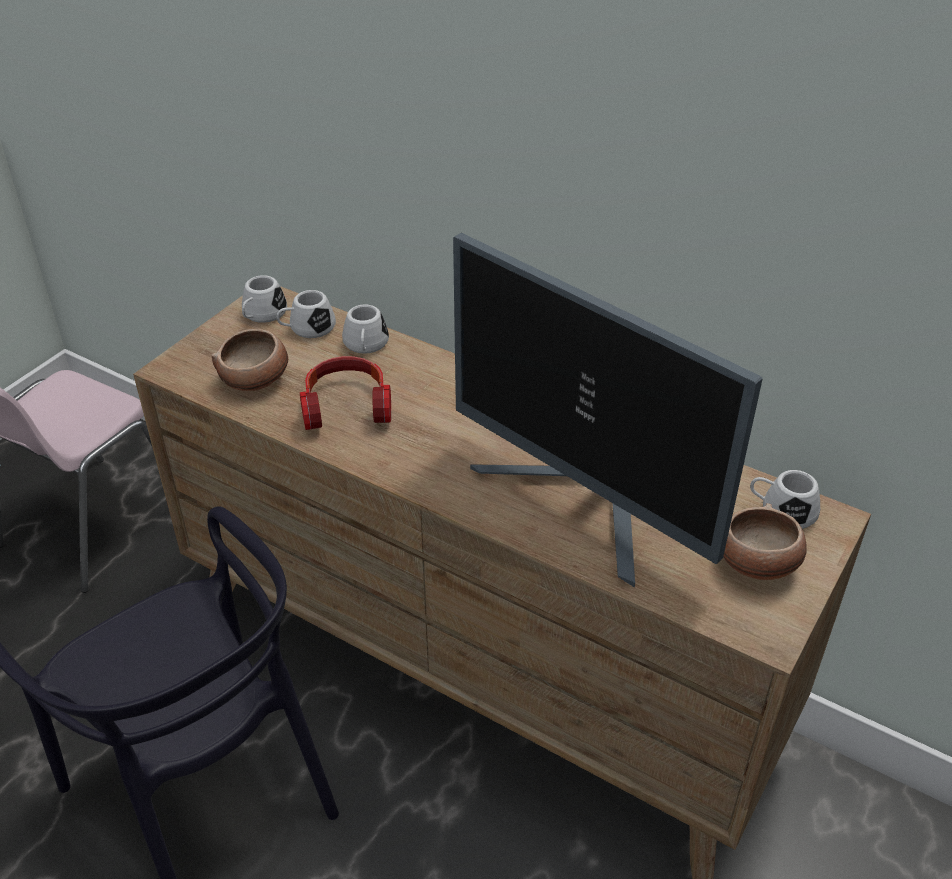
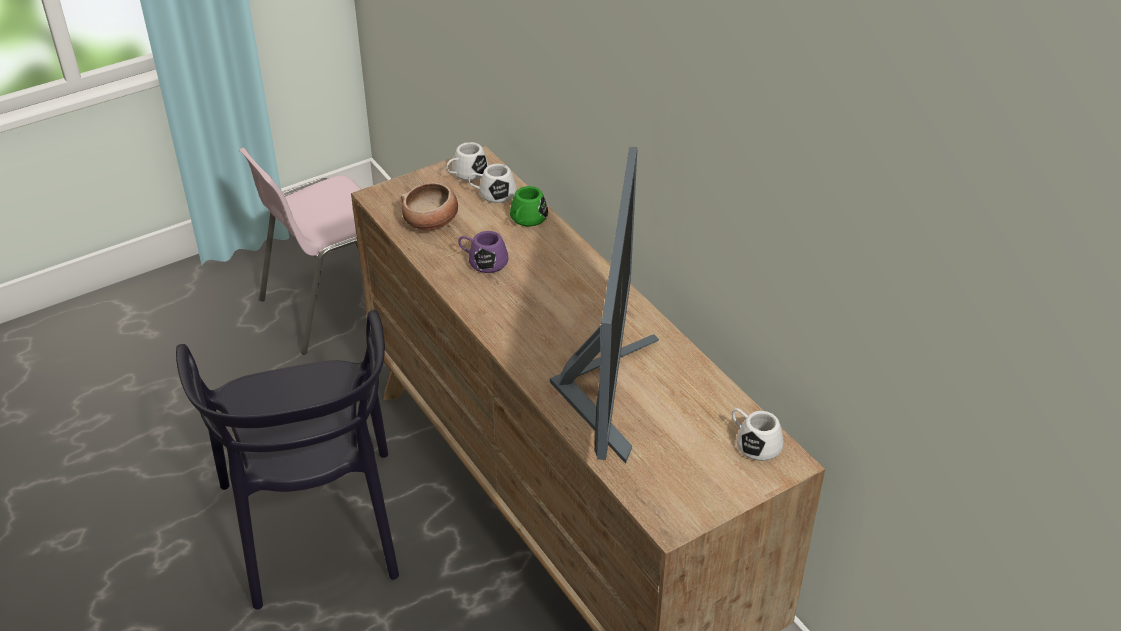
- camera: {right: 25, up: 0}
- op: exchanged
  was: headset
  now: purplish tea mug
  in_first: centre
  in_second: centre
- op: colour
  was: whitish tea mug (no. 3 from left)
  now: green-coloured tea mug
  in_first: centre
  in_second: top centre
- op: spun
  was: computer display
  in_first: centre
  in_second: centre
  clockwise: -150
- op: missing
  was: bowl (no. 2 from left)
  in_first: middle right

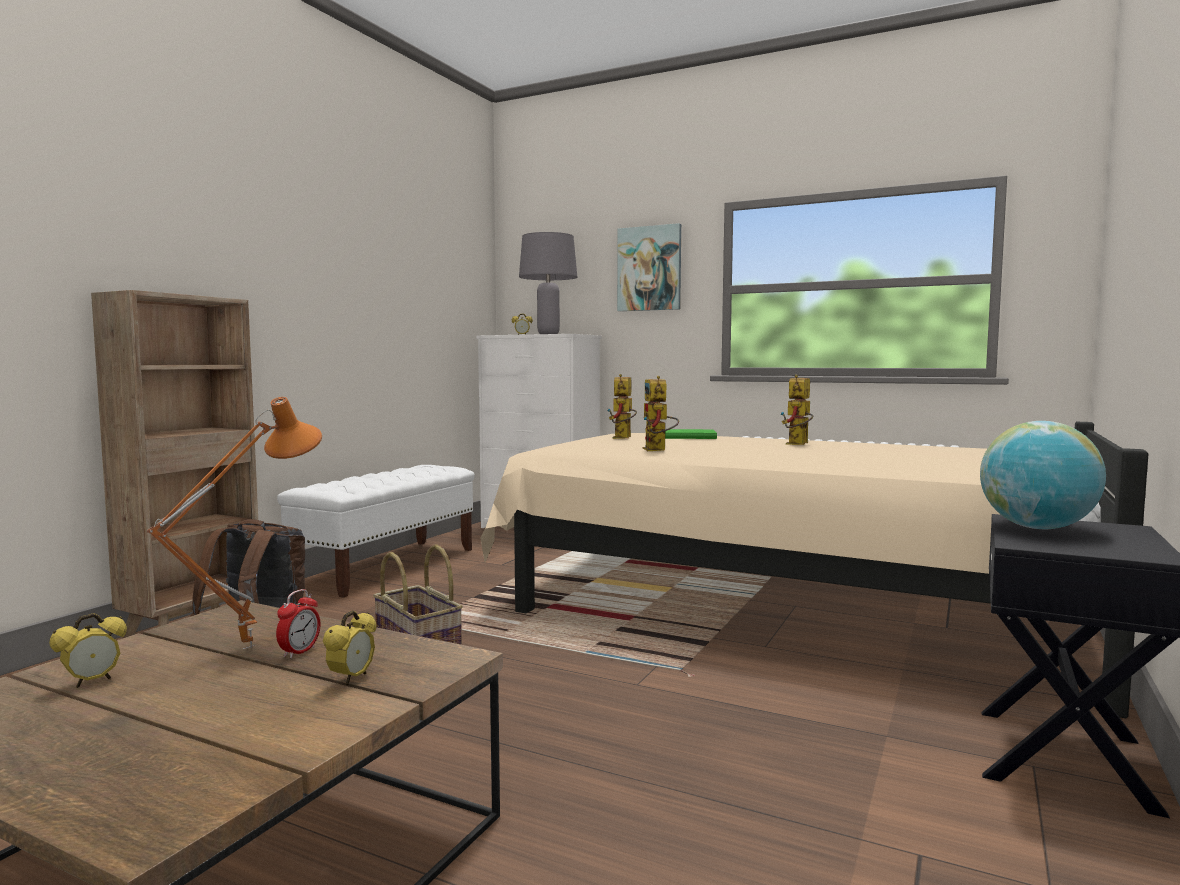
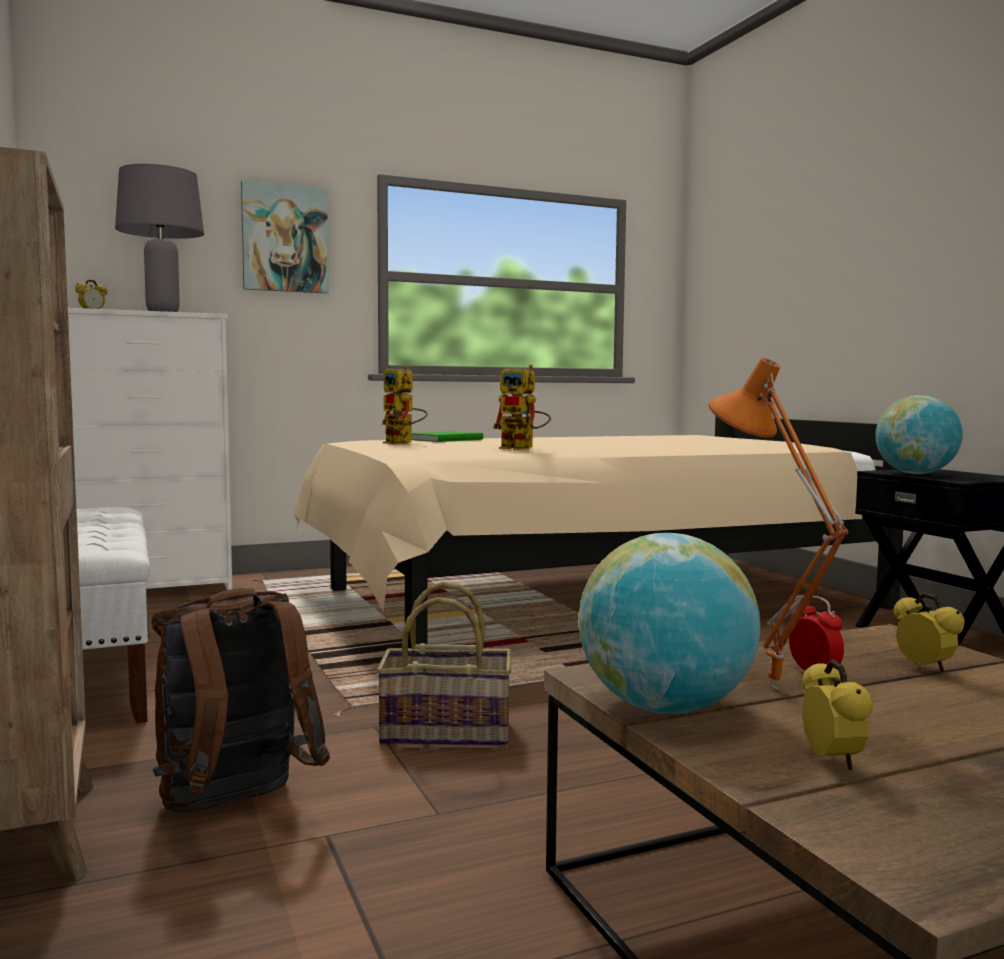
- camera: {right: -50, up: 0}
- op: appeared
  now: desk globe (no. 1 from left)
  in_second: centre
- op: missing
  was: toy robot (no. 3 from left)
  in_first: middle right

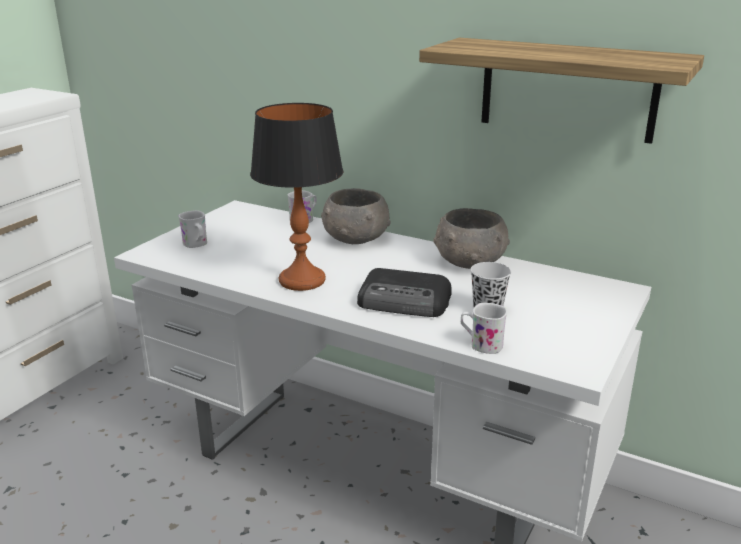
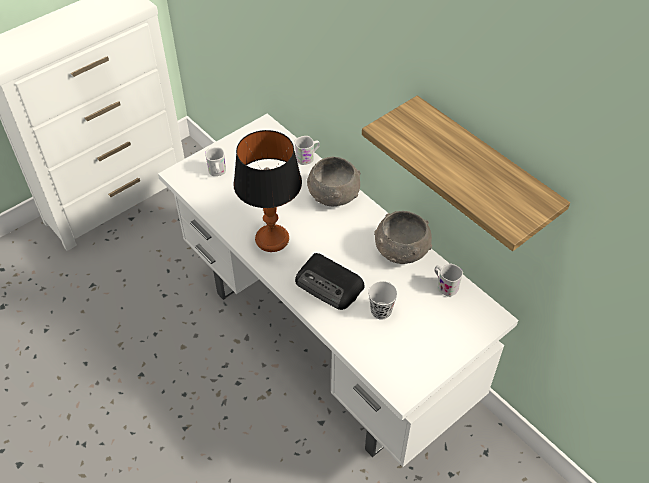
- camera: {right: 20, up: 25}
- op: relocated
  was: whitish tea mug (no. 3 from left)
  in_first: centre
  in_second: middle right

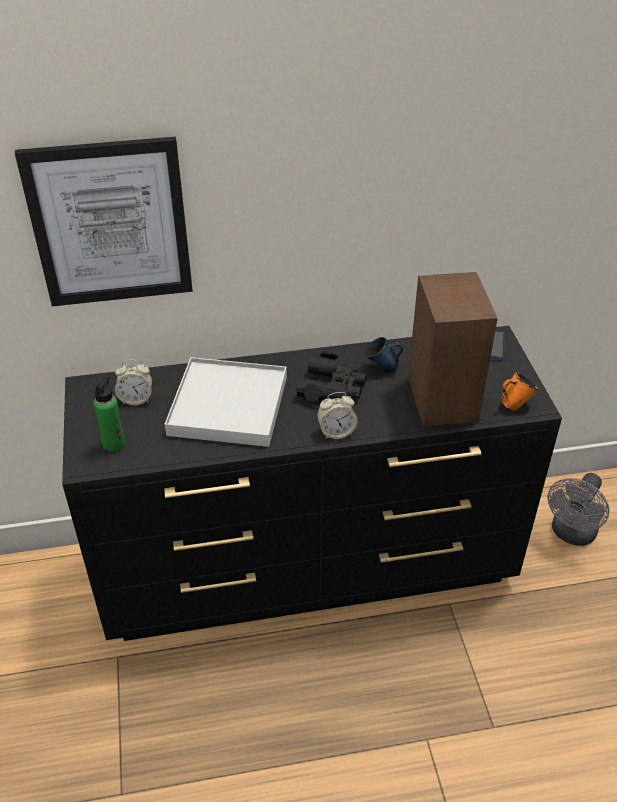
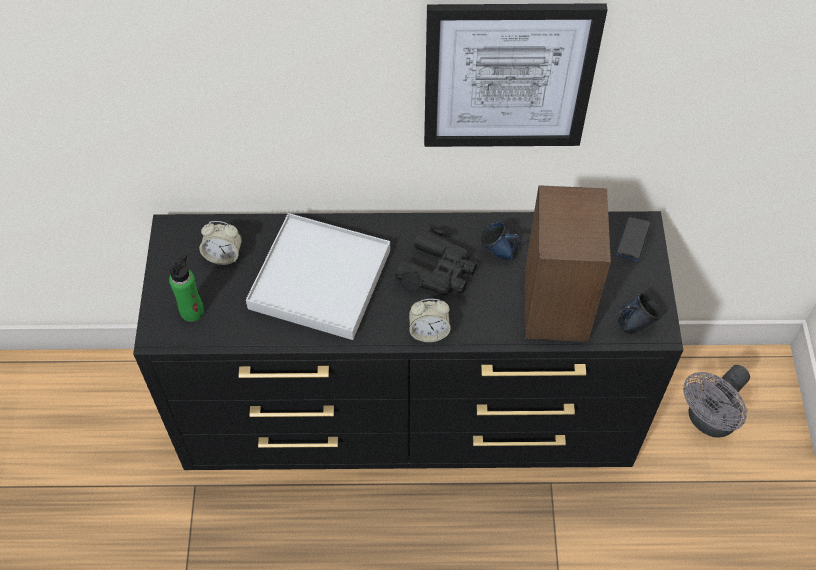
- camera: {right: 10, up: 15}
- op: relocated
  was: picture
  in_first: top left
  in_second: top centre
- op: colour
  was: orange-coloured tea mug
  now: blue-coloured tea mug (no. 2 from left)
  in_first: middle right
  in_second: middle right

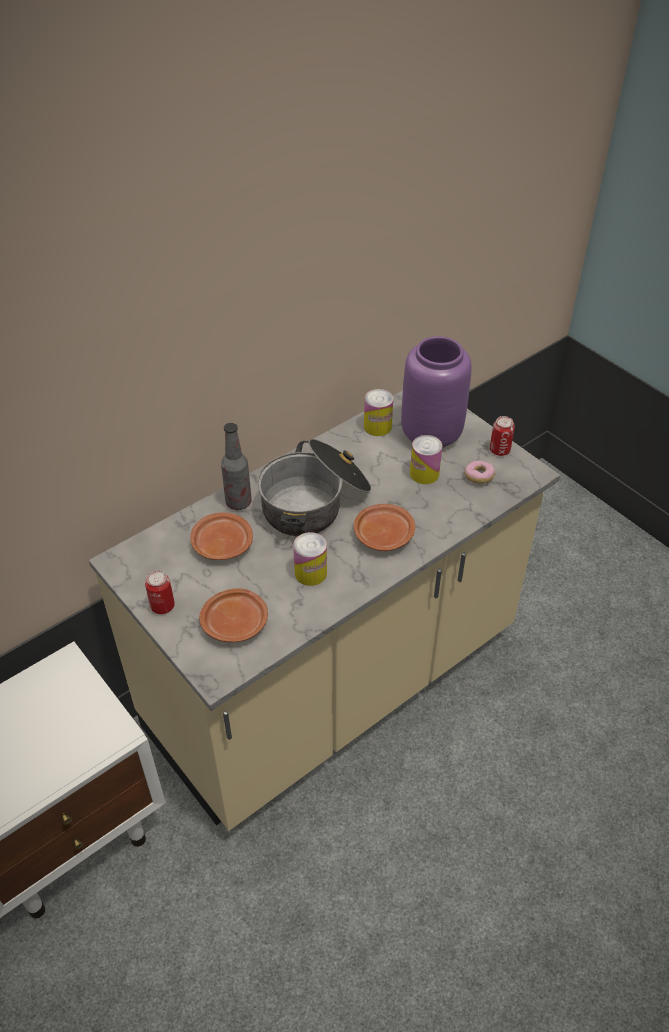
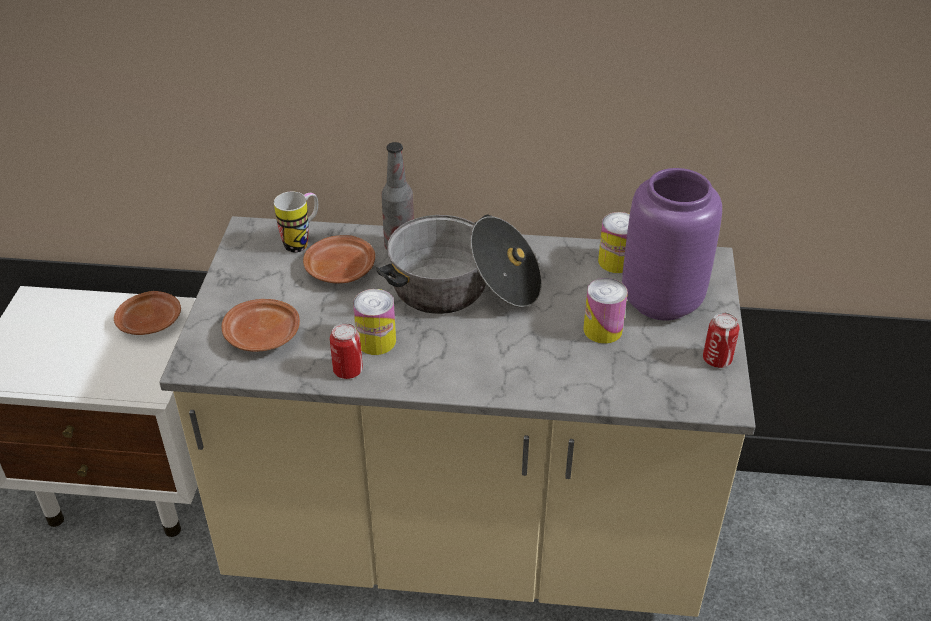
- camera: {right: 45, up: -5}
- op: relocated
  was: brown flat dish (no. 3 from left in the first image)
  now: brown flat dish (no. 1 from left)
  in_first: centre
  in_second: middle left
- op: appeared
  now: tea mug
  in_second: middle left
- op: relocated
  was: metal can (no. 1 from left)
  in_first: middle left
  in_second: centre
- op: missing
  was: ring doughnut
  in_first: middle right

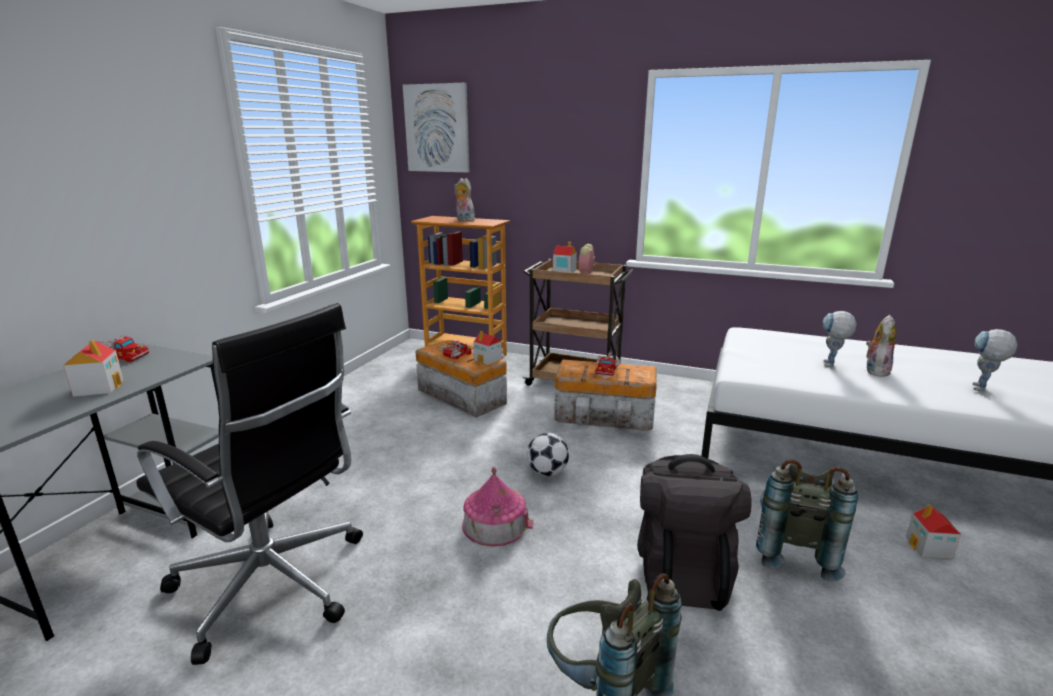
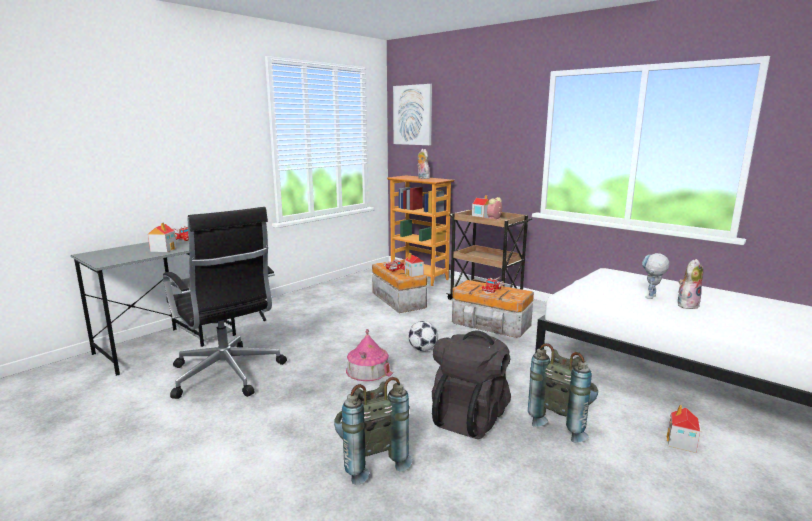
- camera: {right: 20, up: -5}
- op: missing
  was: toy robot (no. 2 from left)
  in_first: middle right

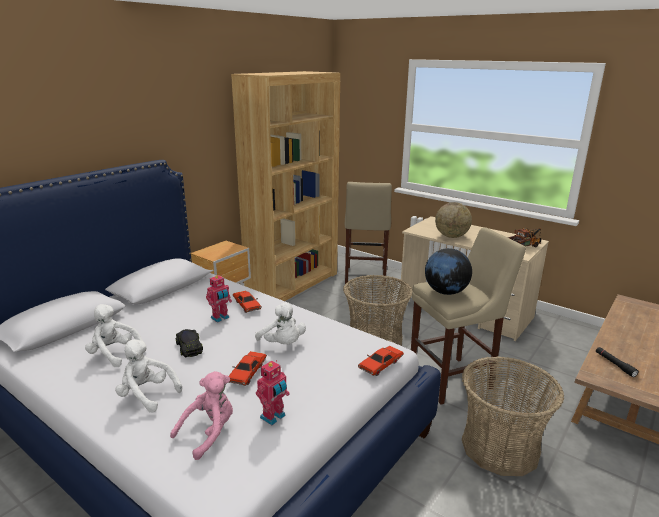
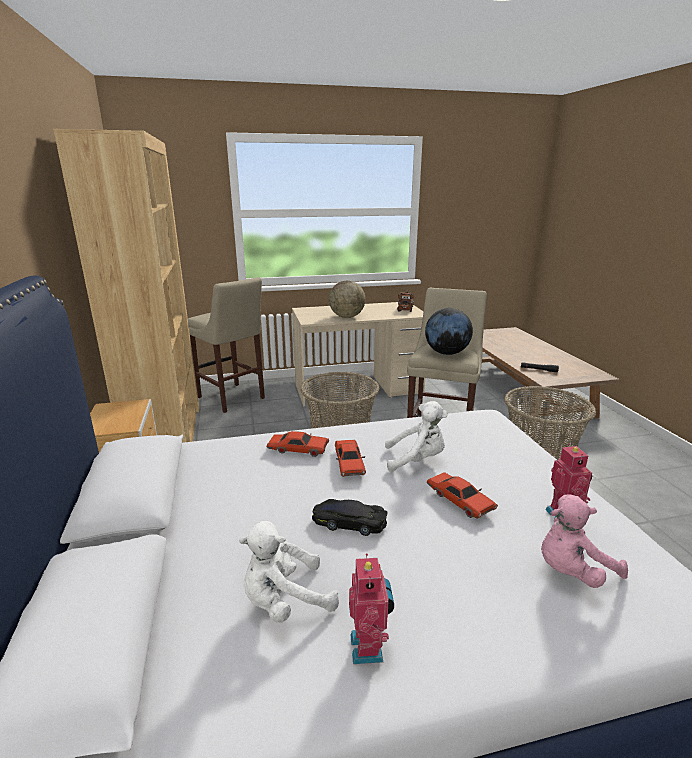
- camera: {right: -50, up: 0}
- op: relocated
  was: red model car (no. 3 from left in the first image)
  now: red model car (no. 2 from left)
  in_first: bottom centre
  in_second: centre
- op: relocated
  was: toy robot (no. 1 from left)
  in_first: middle left
  in_second: bottom centre
- op: spun
  was: pinkish plush toy
  in_first: bottom left
  in_second: bottom right
  clockwise: -105
- op: missing
  was: whitish plush toy (no. 2 from left)
  in_first: bottom left

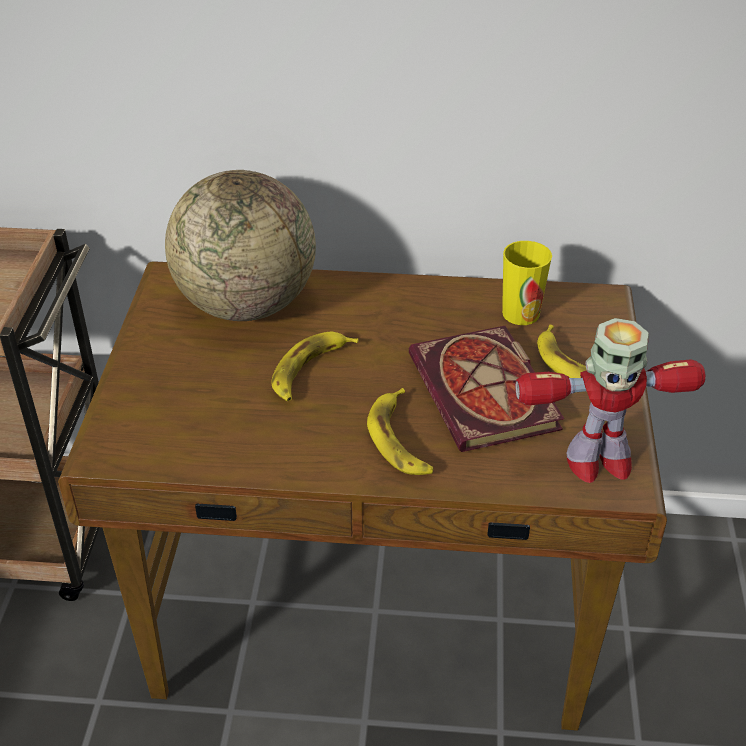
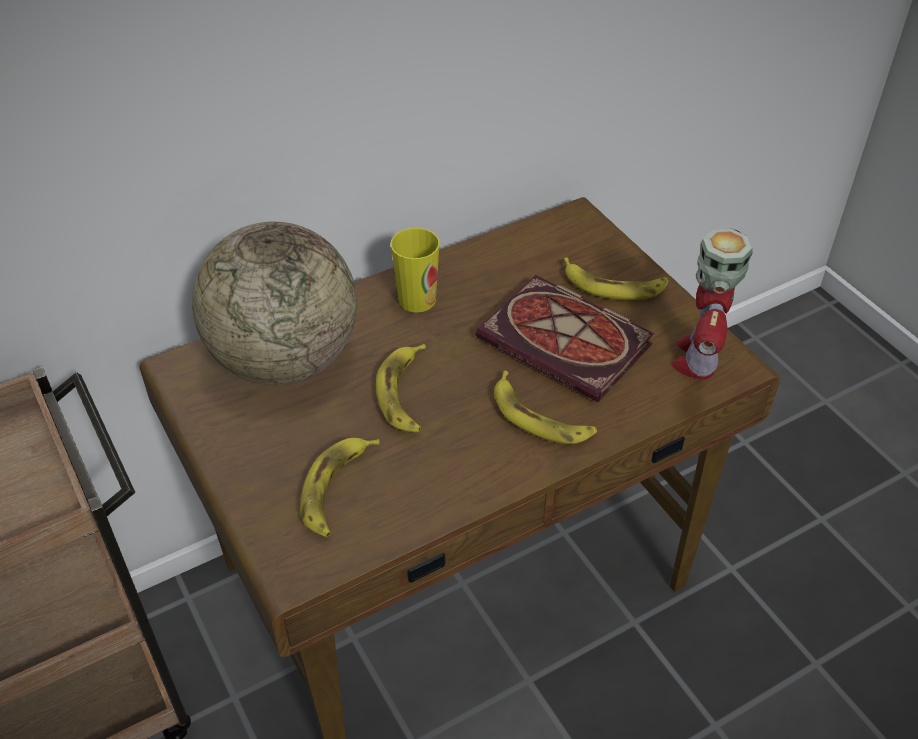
- camera: {right: -35, up: 5}
- op: appeared
  now: banana fruit (no. 1 from left)
  in_second: centre
- op: relocated
  was: cup
  in_first: middle right
  in_second: centre
- op: spun
  was: toy robot
  in_first: middle right
  in_second: middle right
  clockwise: 150

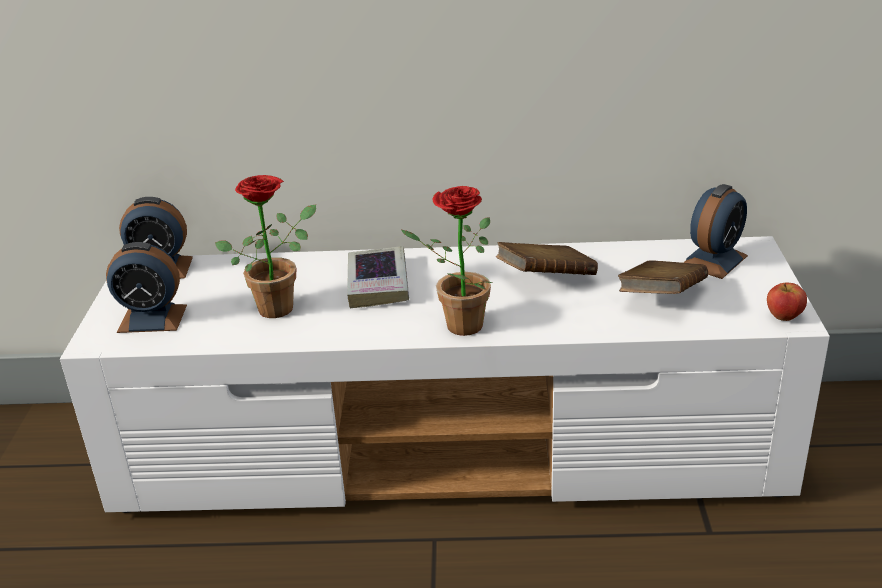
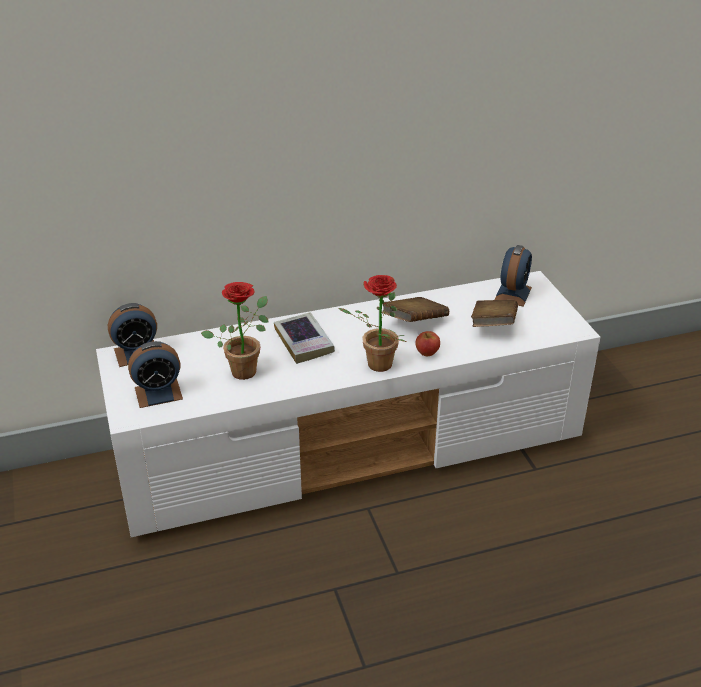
- camera: {right: -20, up: 5}
- op: relocated
  was: whole apple
  in_first: middle right
  in_second: centre

